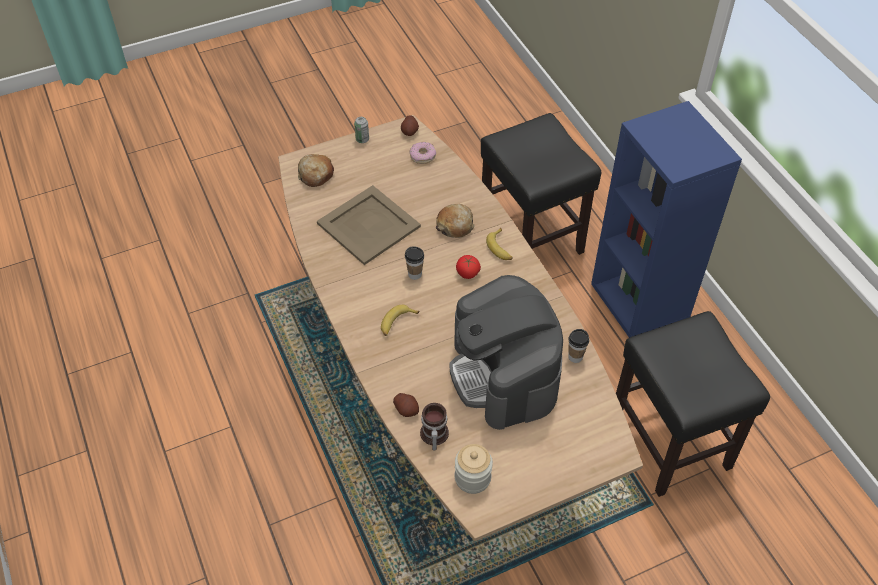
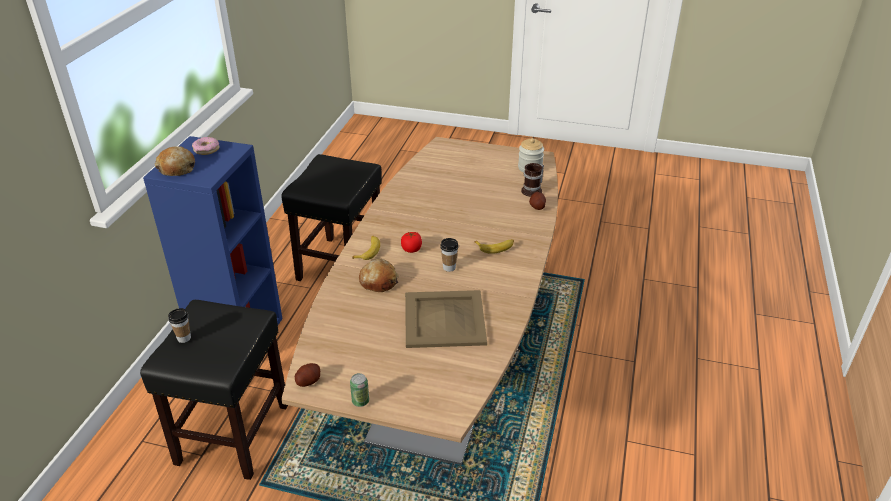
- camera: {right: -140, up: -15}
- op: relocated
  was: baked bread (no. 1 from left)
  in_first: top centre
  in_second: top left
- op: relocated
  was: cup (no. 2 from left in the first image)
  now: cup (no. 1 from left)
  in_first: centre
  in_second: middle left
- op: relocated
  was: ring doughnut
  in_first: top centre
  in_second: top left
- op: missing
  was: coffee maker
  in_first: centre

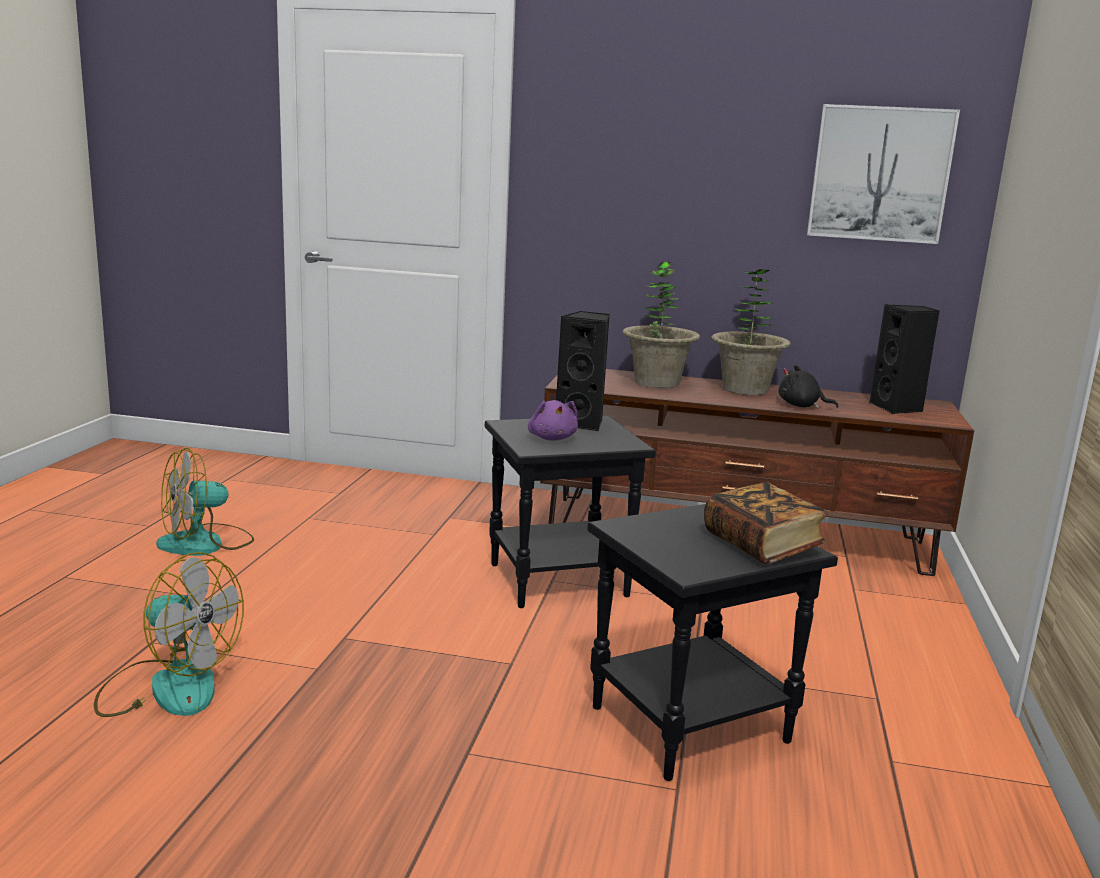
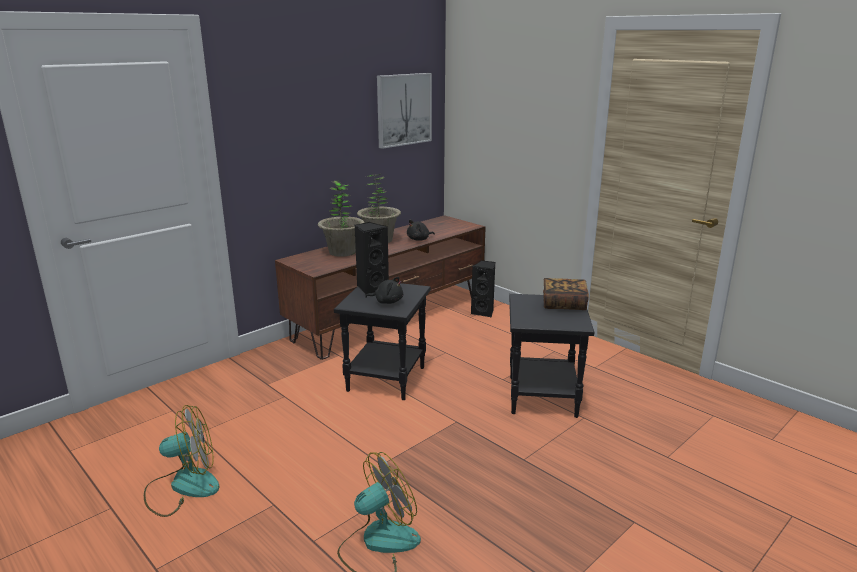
- camera: {right: -55, up: 5}
- op: spun
  was: cooling fan (no. 2 from left in the first image)
  in_first: middle left
  in_second: bottom left
  clockwise: -105
- op: colour
  was: purplish plush toy
  now: black plush toy (no. 1 from left)
  in_first: centre
  in_second: centre
- op: relocated
  was: black loudspeaker (no. 2 from left)
  in_first: middle right
  in_second: centre

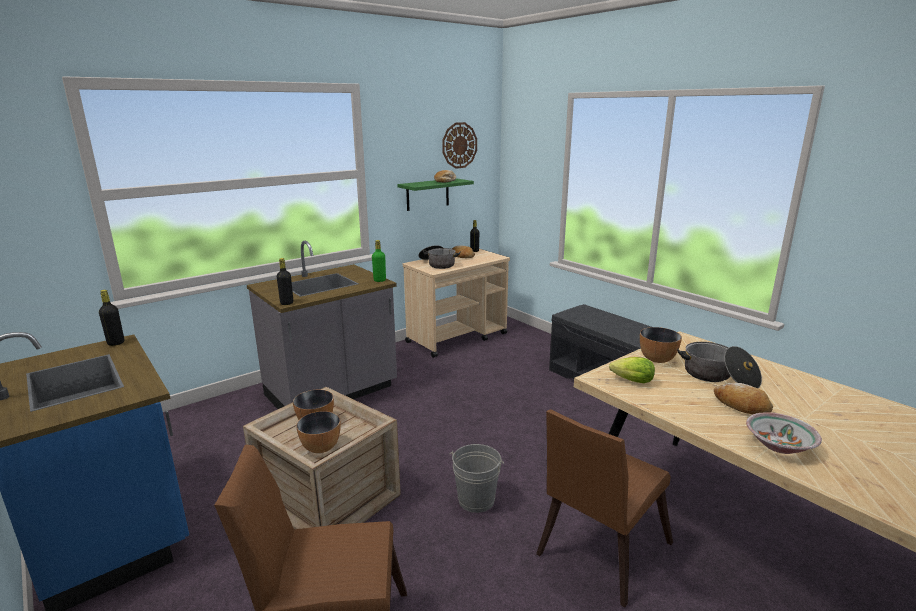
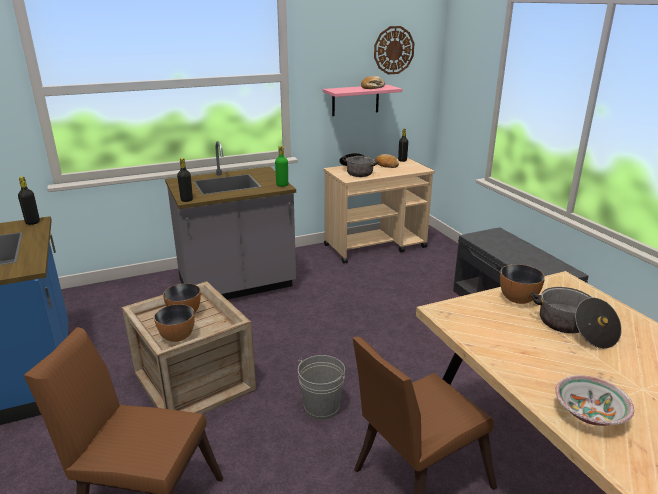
- camera: {right: 15, up: 5}
- op: colour
  was: green-coloured bracket shelf
  now: pinkish bracket shelf
  in_first: top centre
  in_second: top centre
- op: missing
  was: lettuce head
  in_first: middle right
- op: missing
  was: baked bread (no. 3 from left)
  in_first: middle right

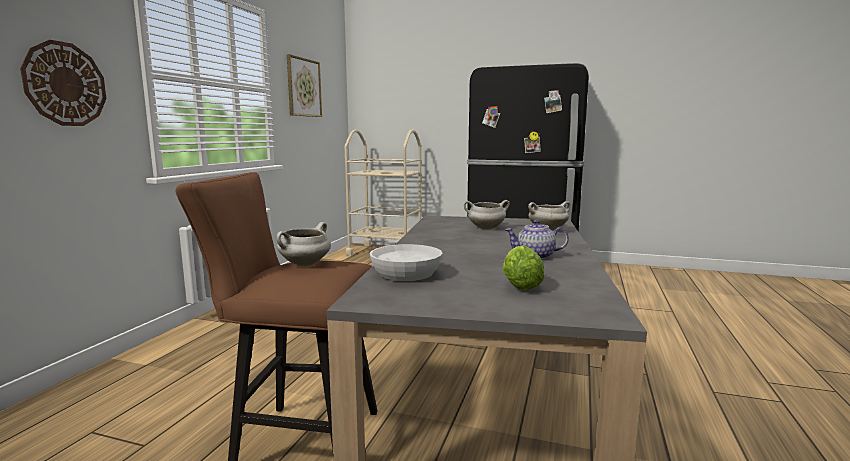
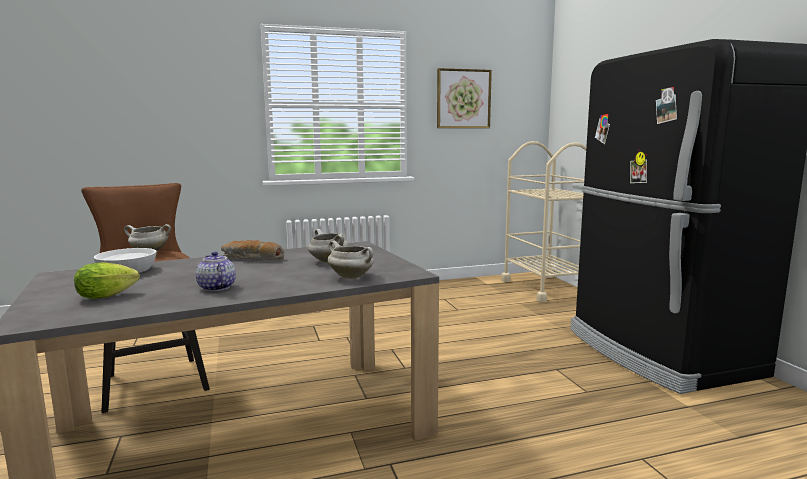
- camera: {right: 55, up: 0}
- op: appeared
  now: baked bread
  in_second: middle left
- op: missing
  was: hanging clock
  in_first: top left

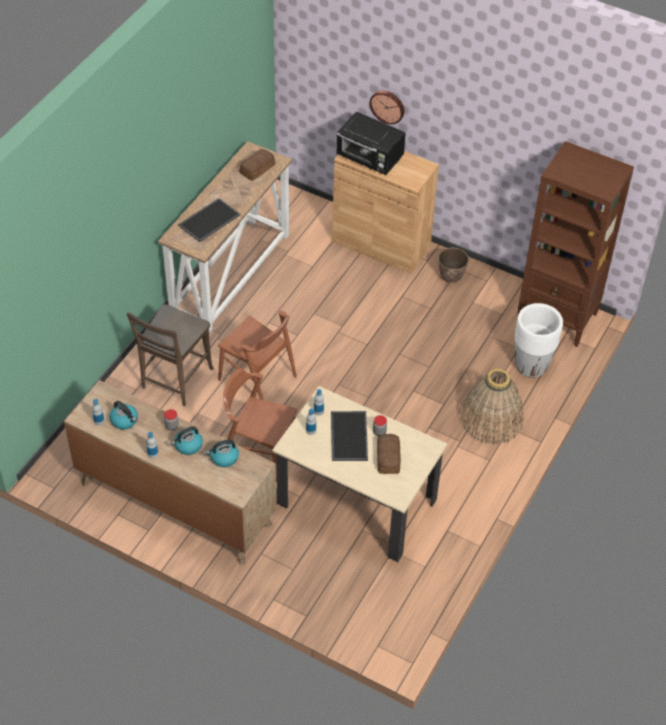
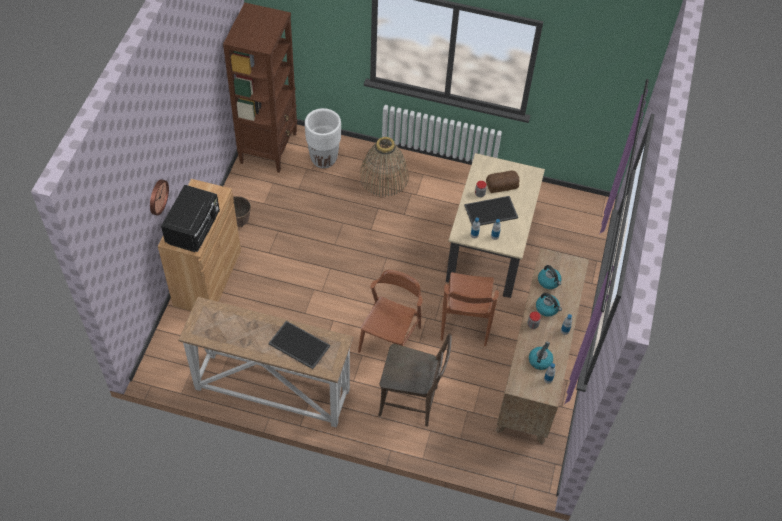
- camera: {right: -105, up: 5}
- op: missing
  was: baked bread (no. 1 from left)
  in_first: top centre

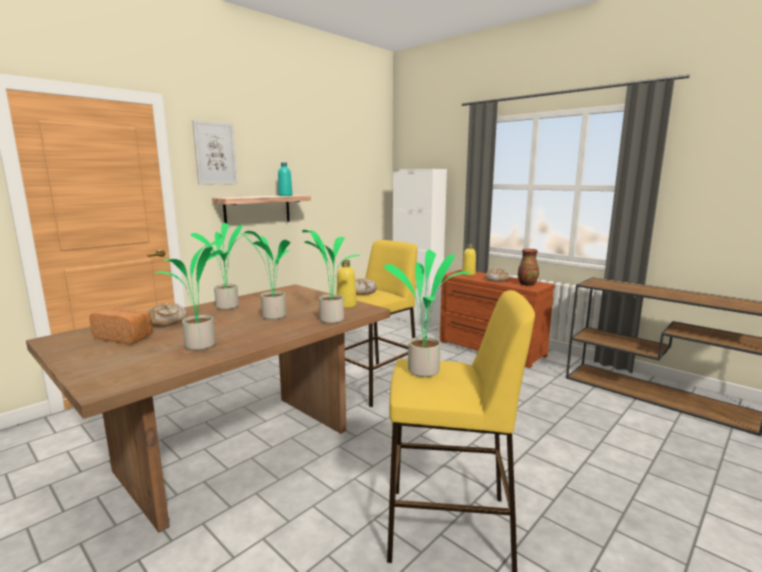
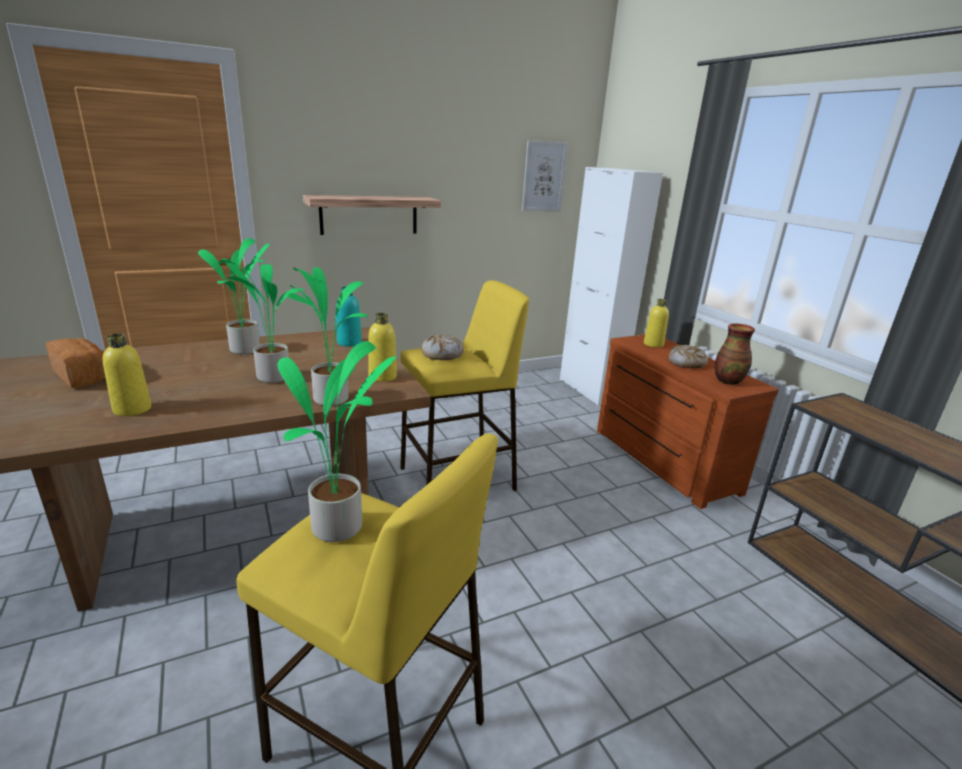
- camera: {right: 20, up: 10}
- op: exchanged
  was: plant in a pot (no. 1 from left)
  now: yellow-coloured drink bottle (no. 1 from left)
  in_first: middle left
  in_second: middle left
- op: relocated
  was: blue-green drink bottle
  in_first: top centre
  in_second: centre
- op: relocated
  was: picture
  in_first: top left
  in_second: top centre
- op: missing
  was: baked bread (no. 2 from left)
  in_first: middle left

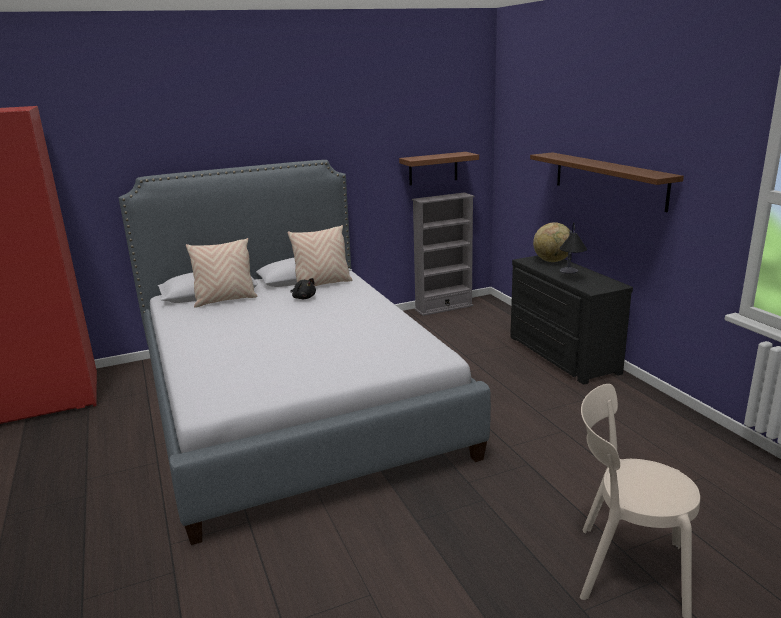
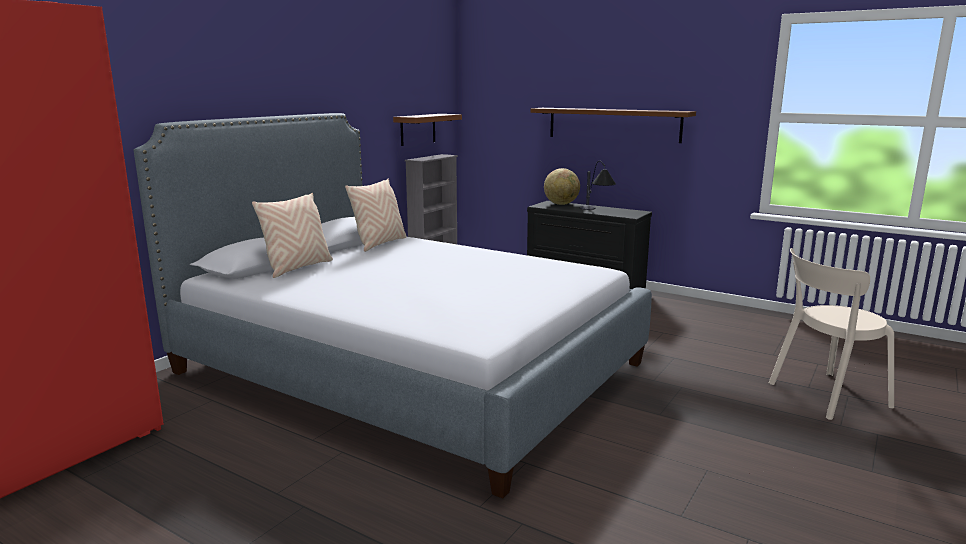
- camera: {right: -35, up: -5}
- op: missing
  was: black plush toy
  in_first: centre

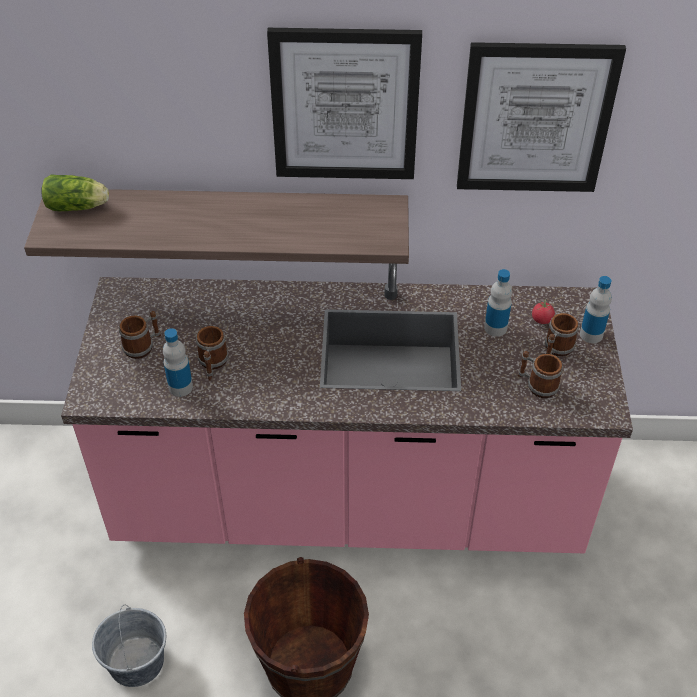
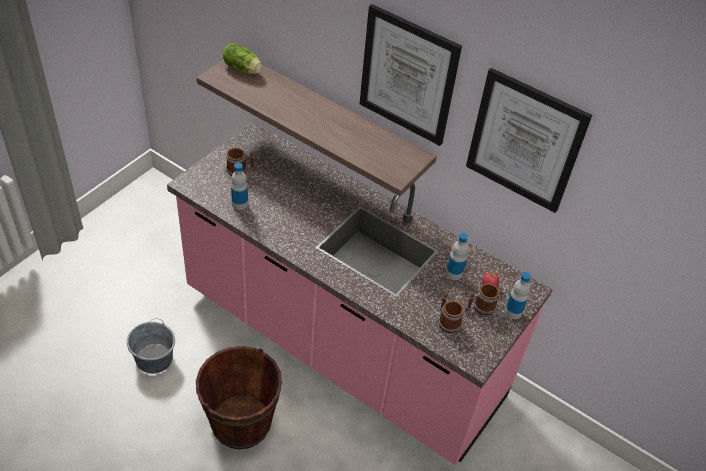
- camera: {right: 30, up: 0}
- op: missing
  was: tea mug (no. 2 from left)
  in_first: middle left

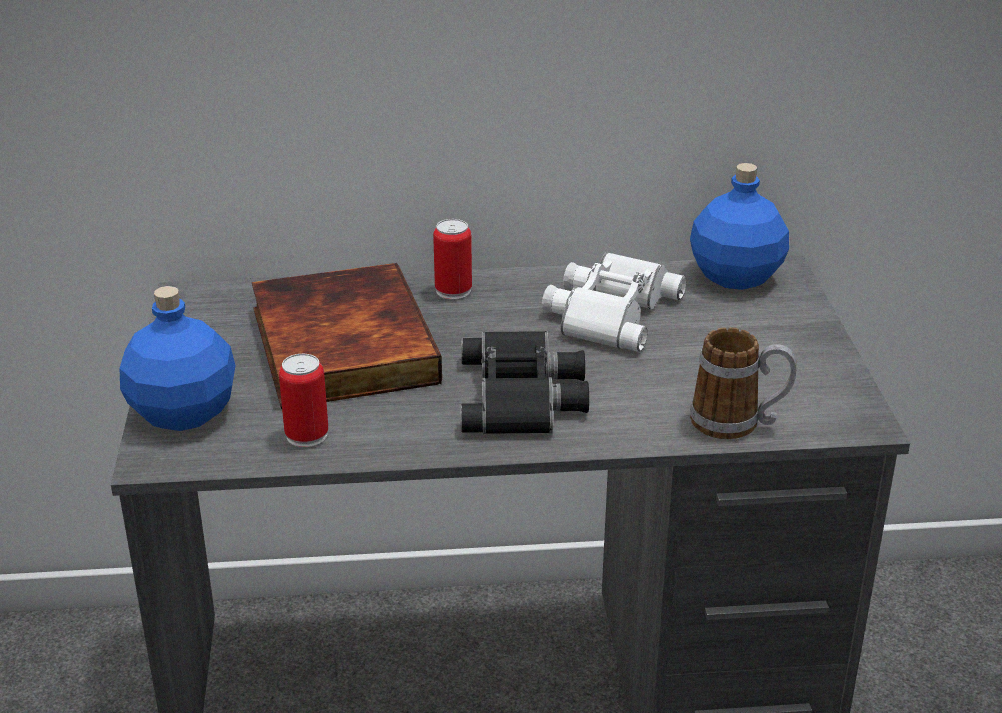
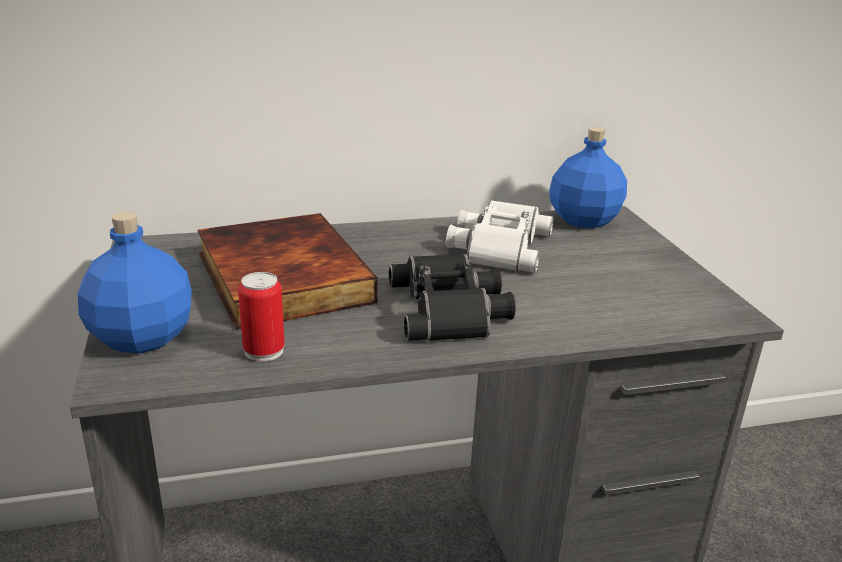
- camera: {right: -10, up: -5}
- op: missing
  was: metal can (no. 2 from left)
  in_first: centre
- op: missing
  was: tea mug
  in_first: middle right

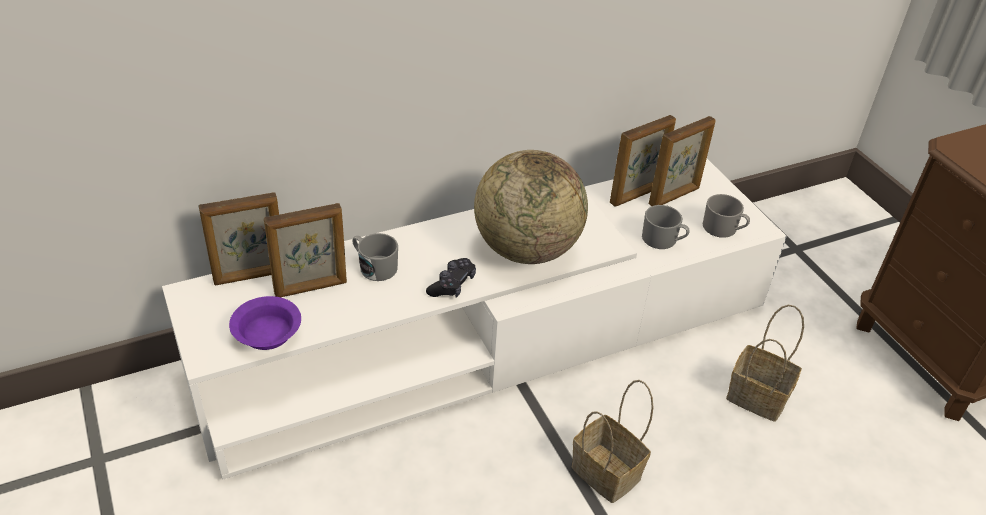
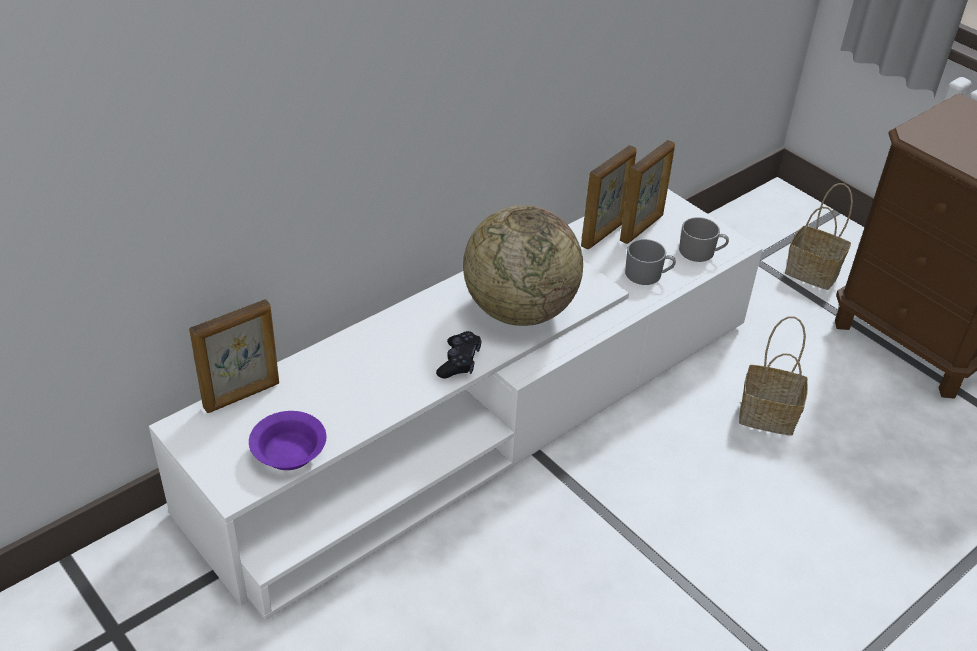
- camera: {right: -15, up: 0}
- op: relocated
  was: household basket (no. 1 from left in the first image)
  now: household basket (no. 2 from left)
  in_first: bottom centre
  in_second: middle right
- op: missing
  was: photo frame (no. 2 from left)
  in_first: middle left
- op: missing
  was: grey tea mug (no. 1 from left)
  in_first: centre

